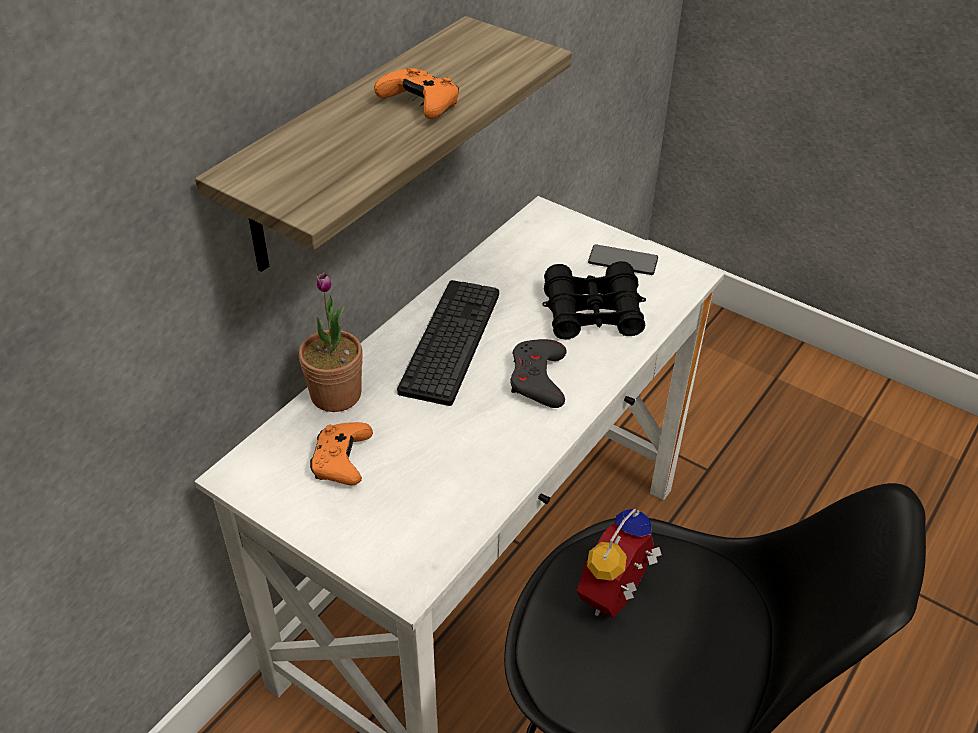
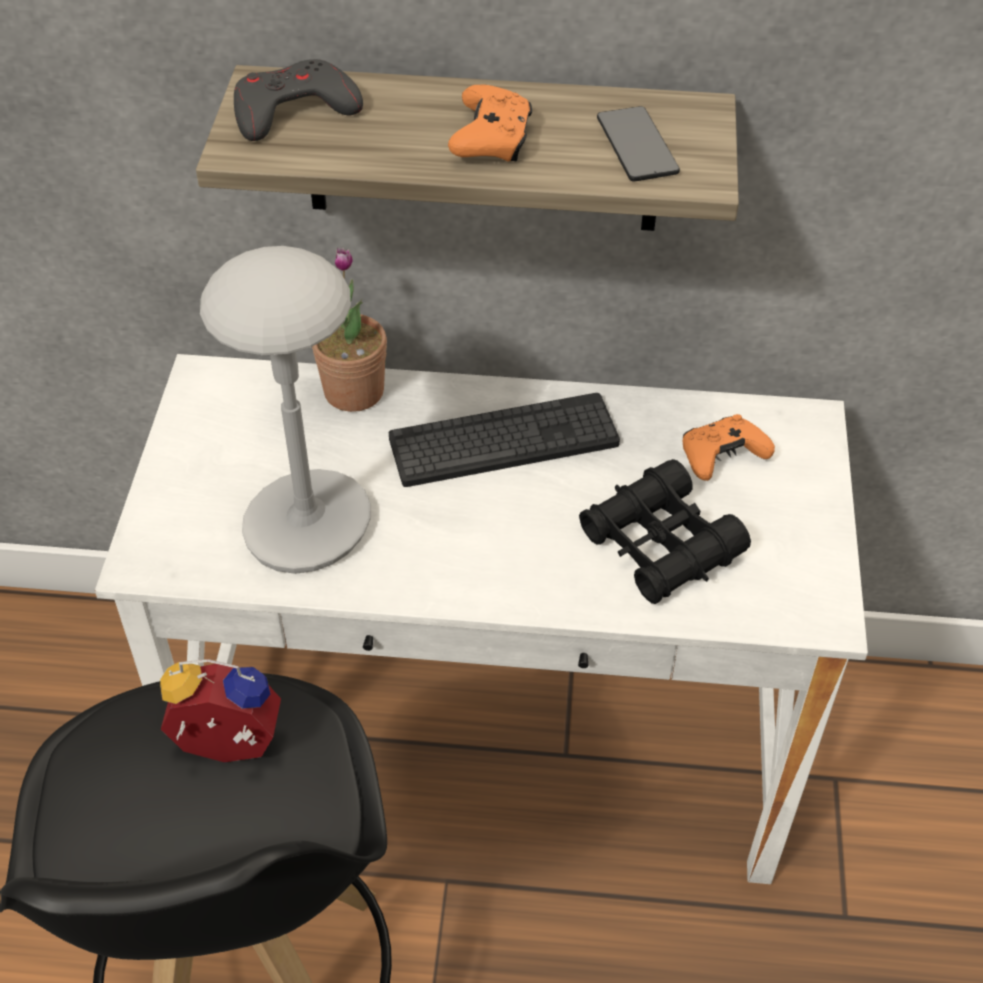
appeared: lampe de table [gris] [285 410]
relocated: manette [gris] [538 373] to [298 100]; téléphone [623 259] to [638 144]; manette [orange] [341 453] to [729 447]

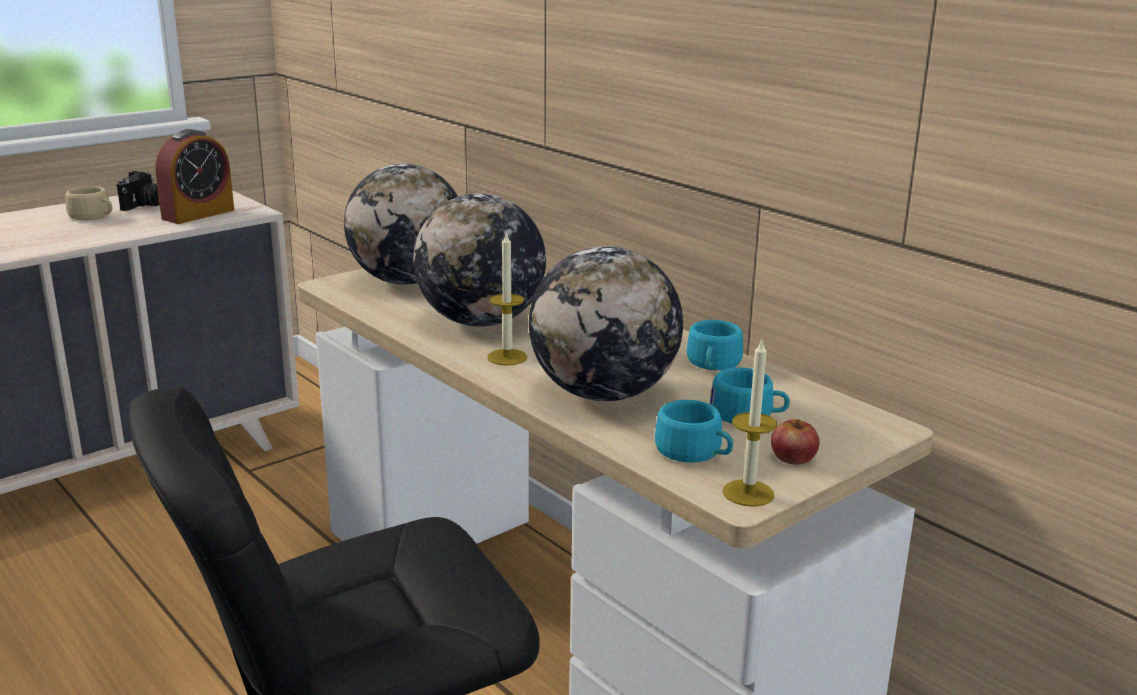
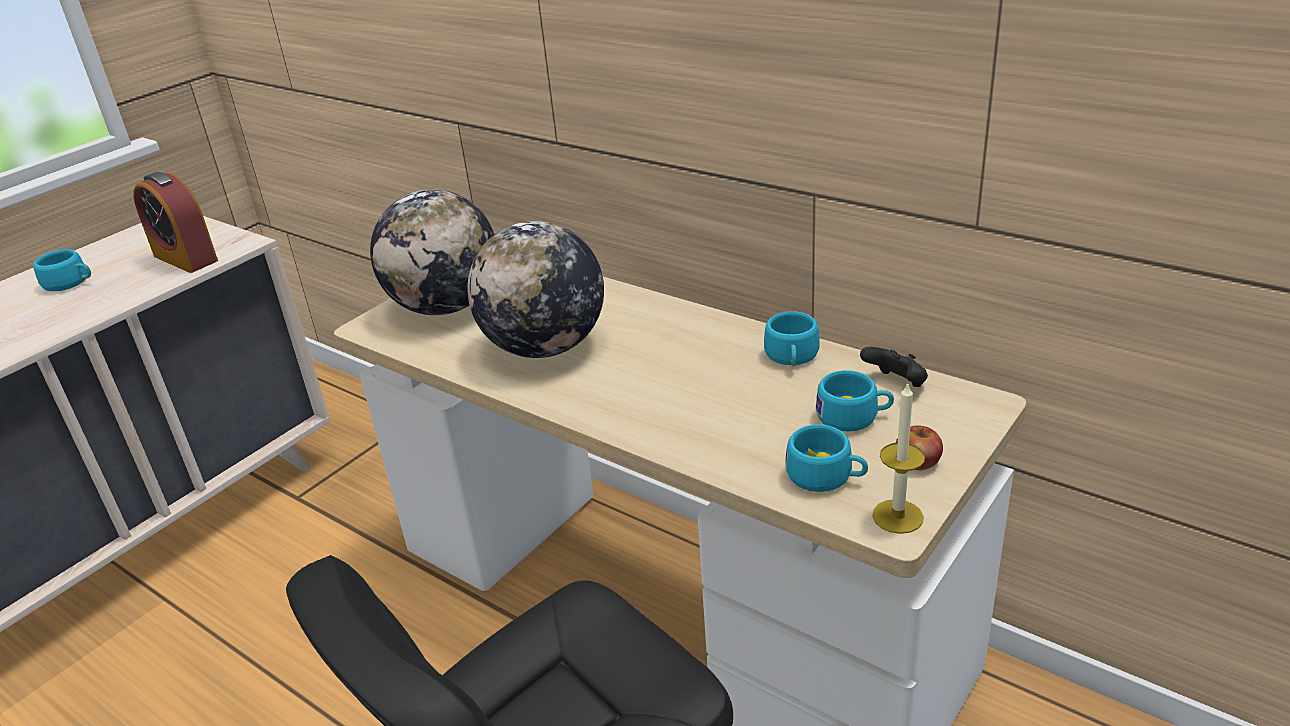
missing: appareil photo [138 191]; bougie [507 298]; globe [606 323]
appeared: manette [noir] [894 367]
colour: tasse [beige] [89 203] to tasse [turquoise] [62 270]
spun: réveil [194 176] = [175 222] 105 degrees clockwise

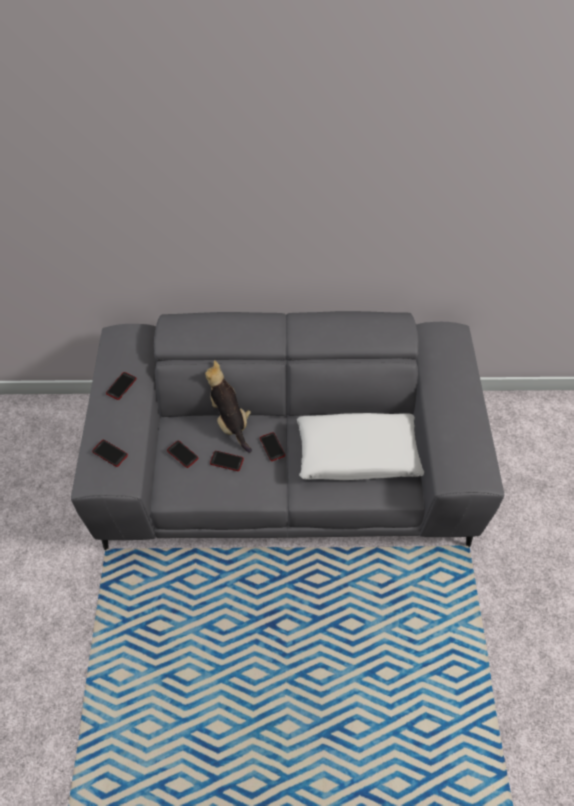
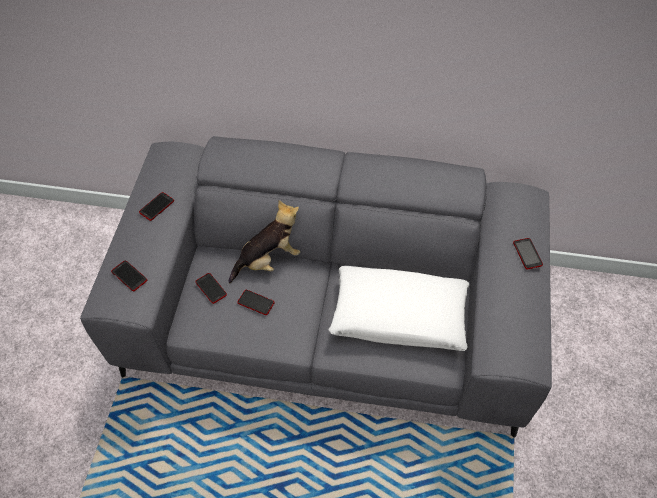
relocated: téléphone [272 446] to [528 253]
spun: peluche [228 406] = [264 241] 75 degrees clockwise

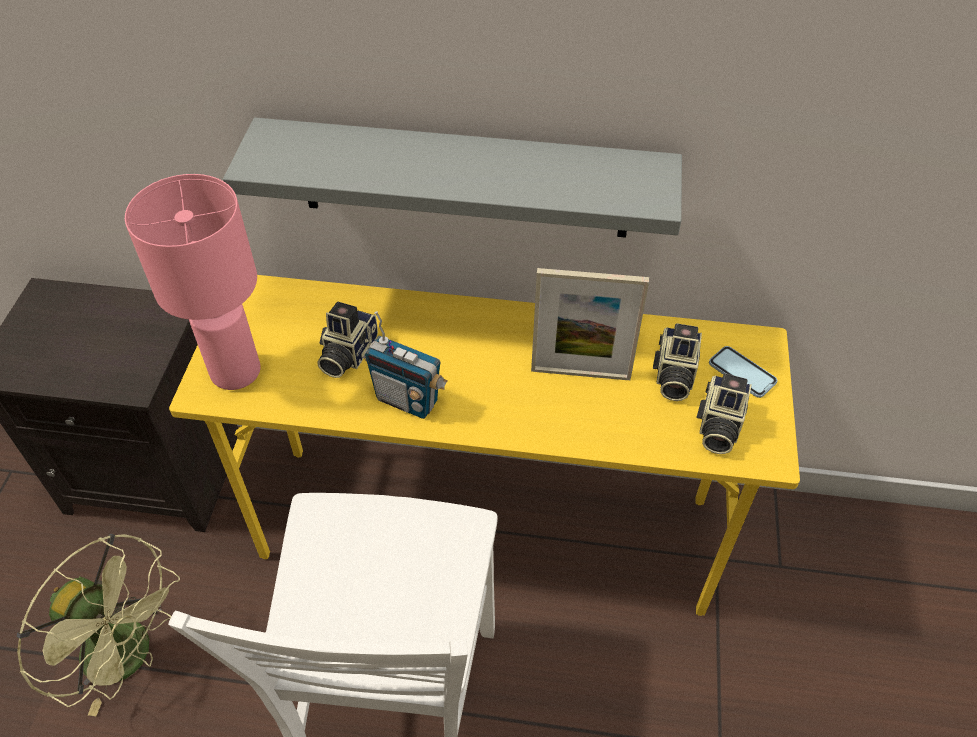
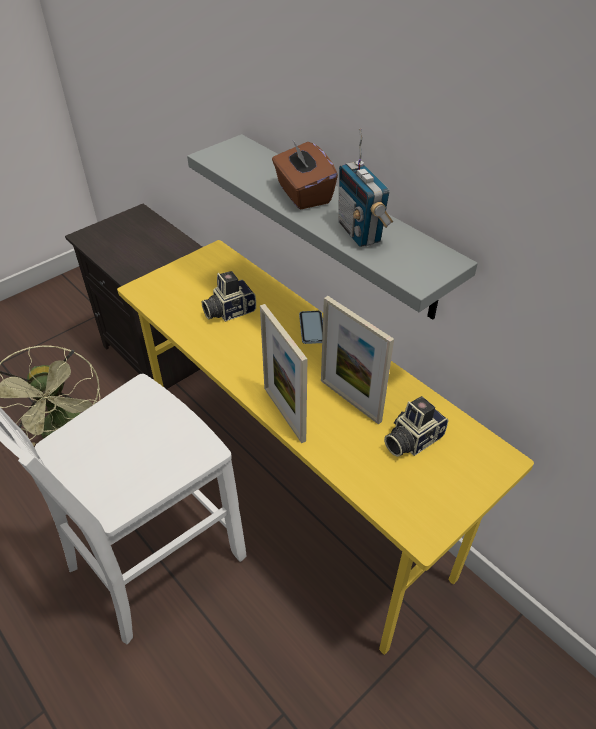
missing: lampe de table [rose] [193 282]; appareil photo [724 413]
appeared: cadre photo [283 373]; boîte à mouchoirs [marron] [305 175]
relocated: téléphone [743 372] to [311 327]; radio [406 365] to [365 187]

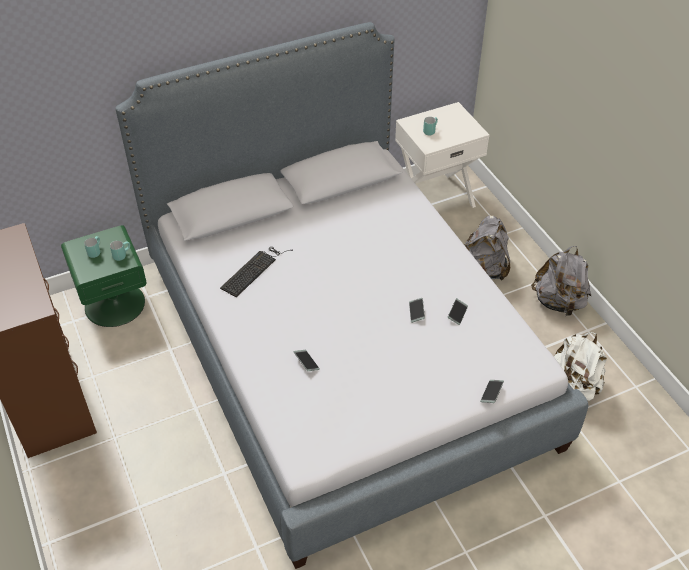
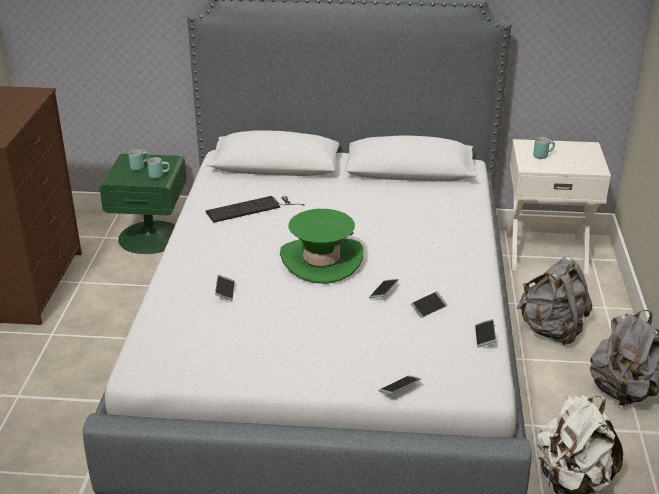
appeared: chapeau [vert] [321 246]; téléphone [485 333]

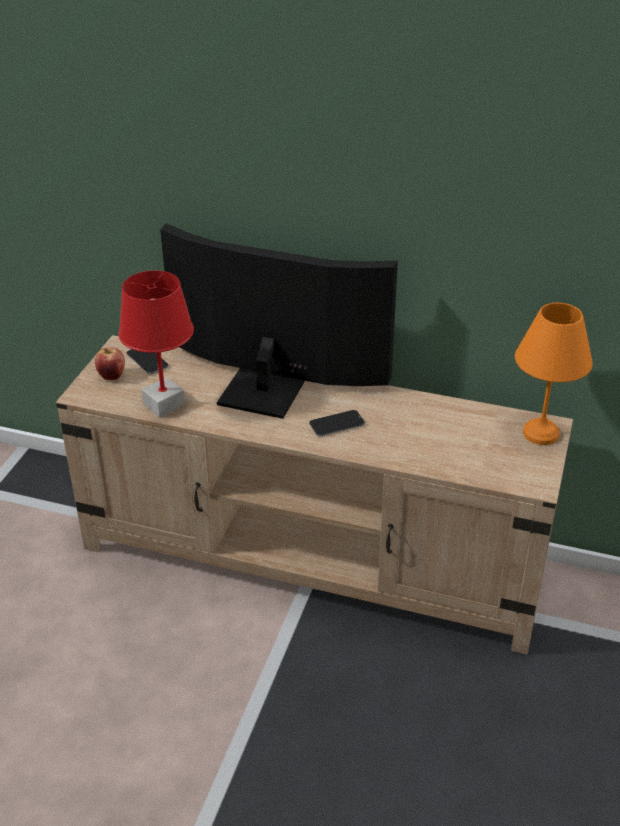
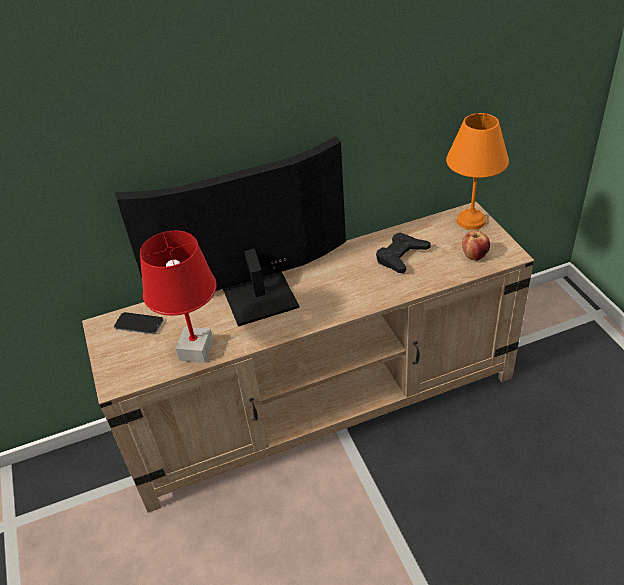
missing: téléphone [337 423]
appeared: manette [noir] [403 253]
relocated: pomme [110 363] to [476 246]

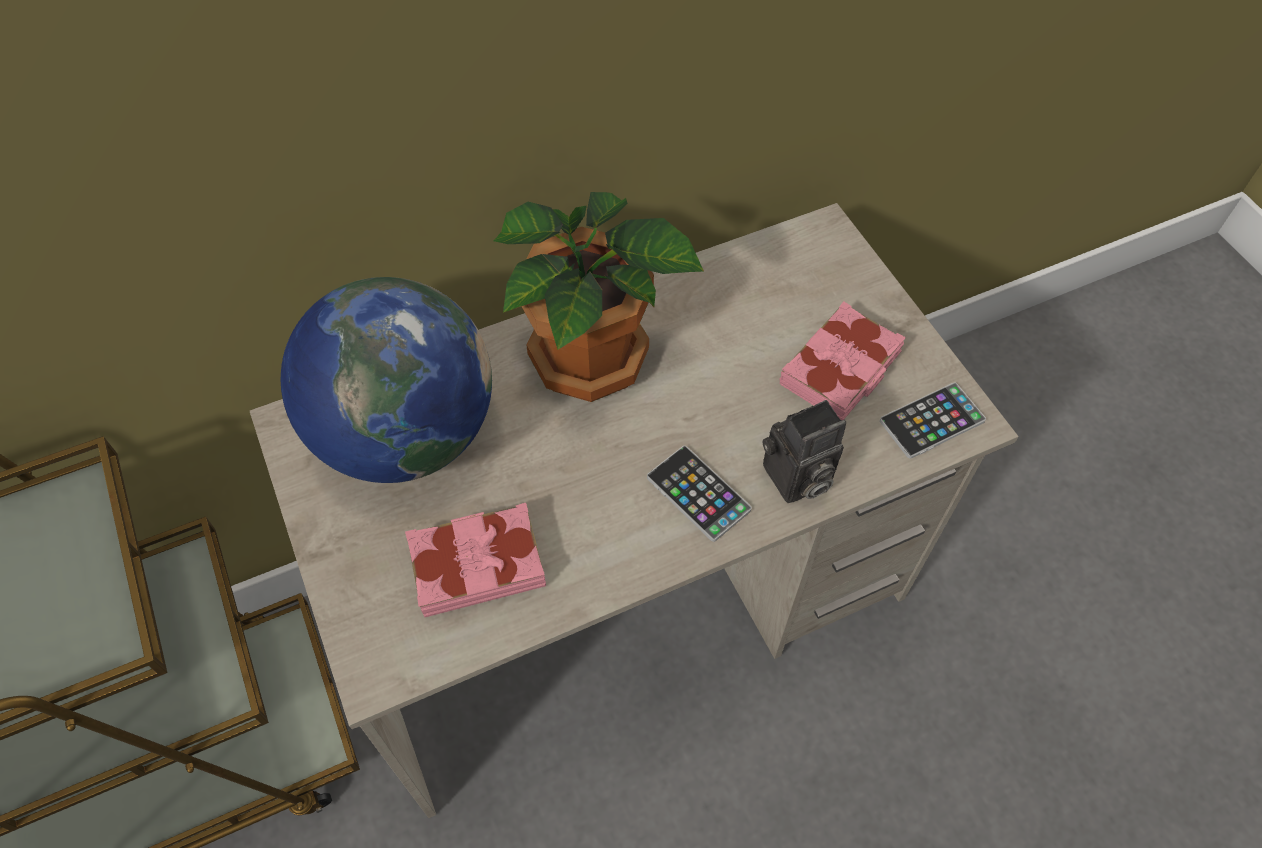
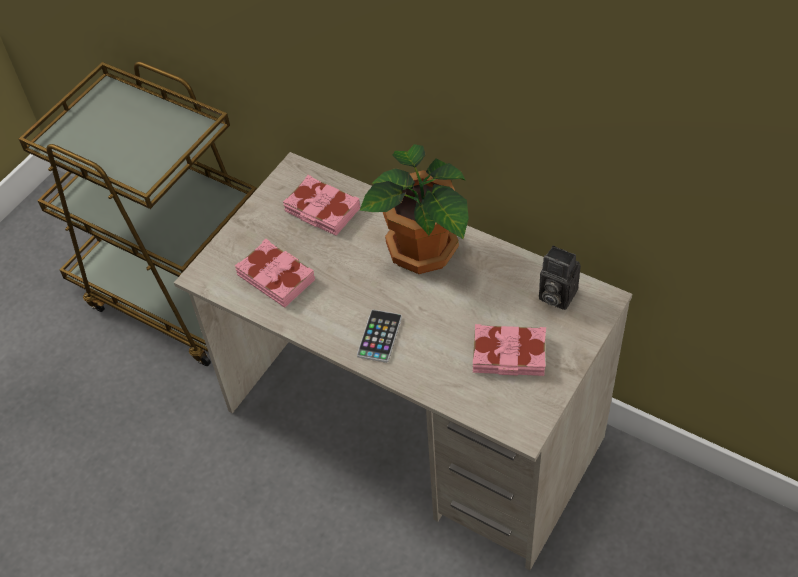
missing: téléphone [933 421]
relocated: appareil photo [804 451] to [560 278]
exchanged: globe [386 380] to livre [rose] [321 205]

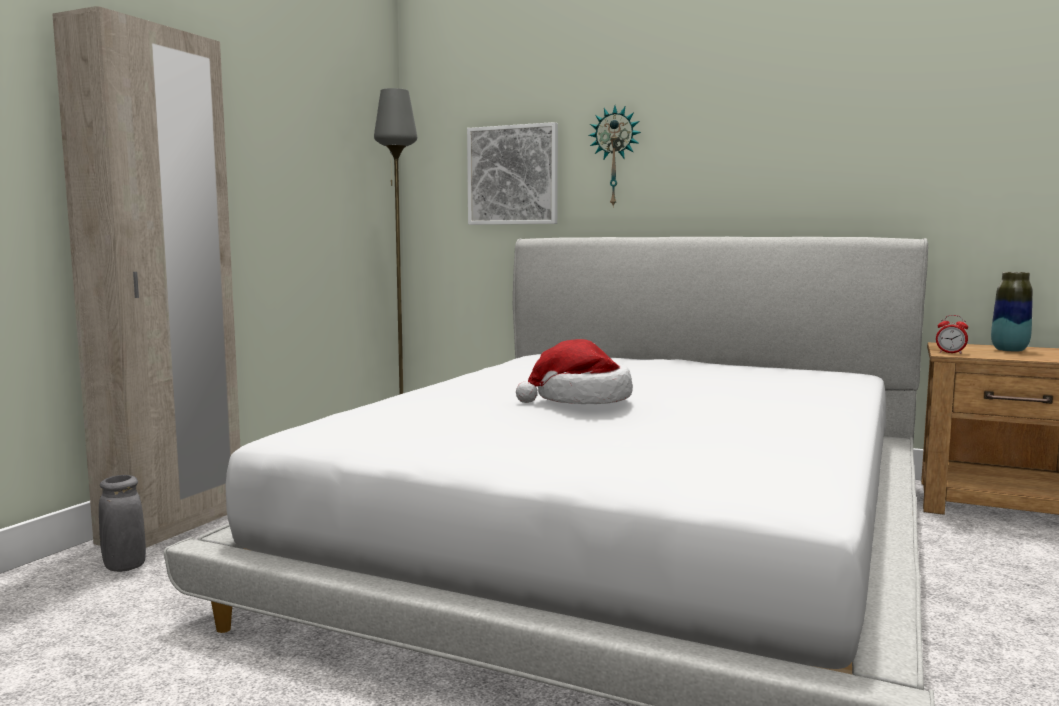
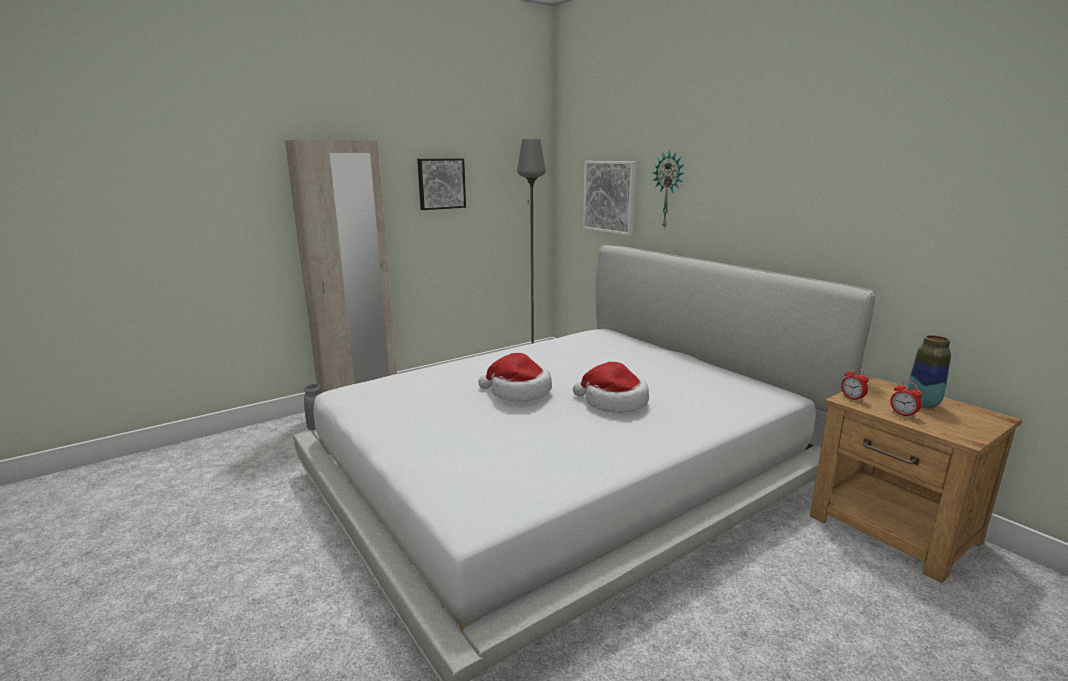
appeared: tableau [441 184]; chapeau [611 387]; réveil [906 399]

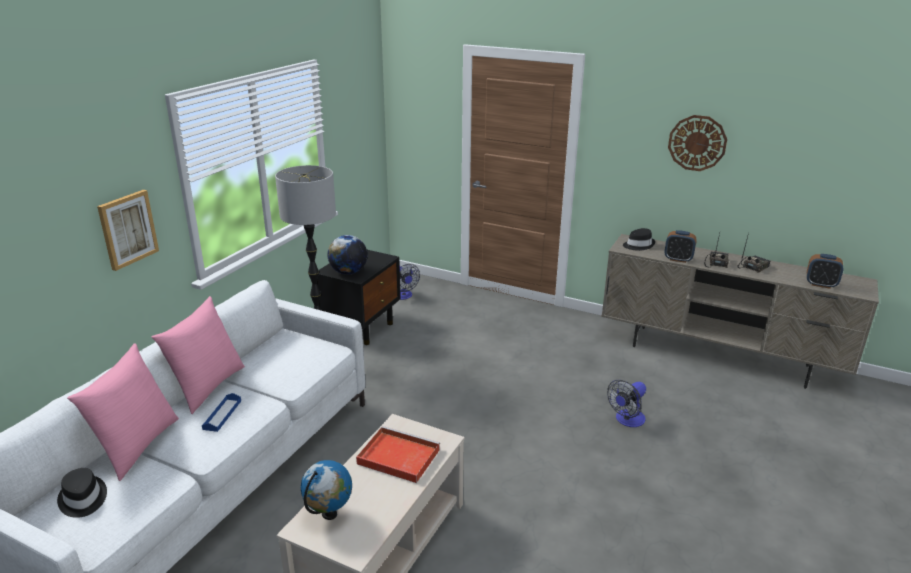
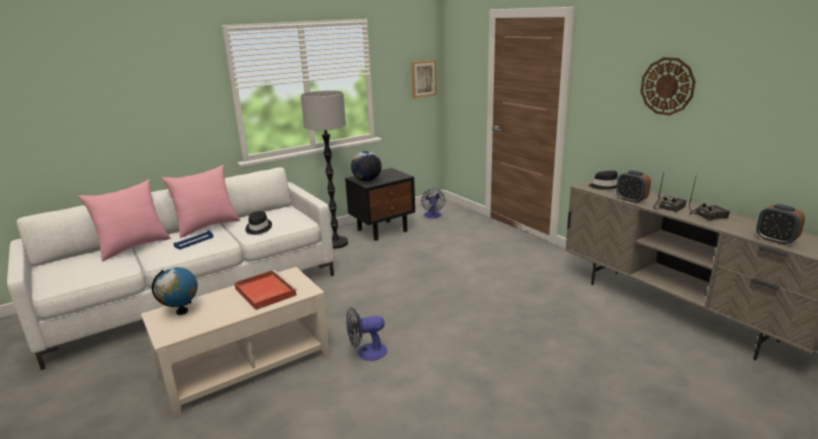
relocated: chapeau [noir] [82 493] to [258 223]; ventilateur [626 403] to [366 334]; tableau [128 230] to [424 79]

